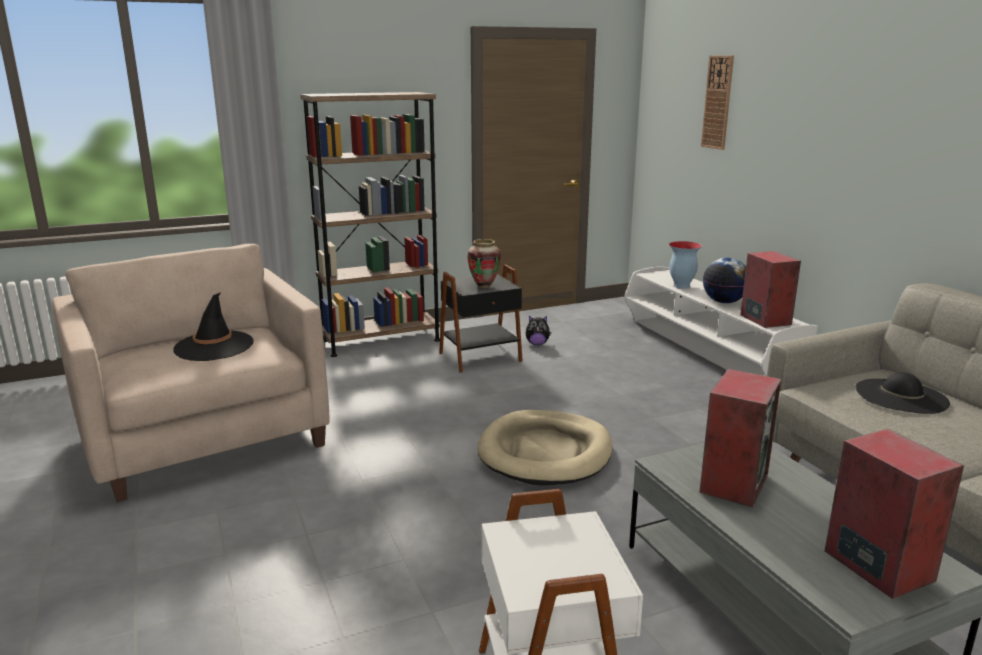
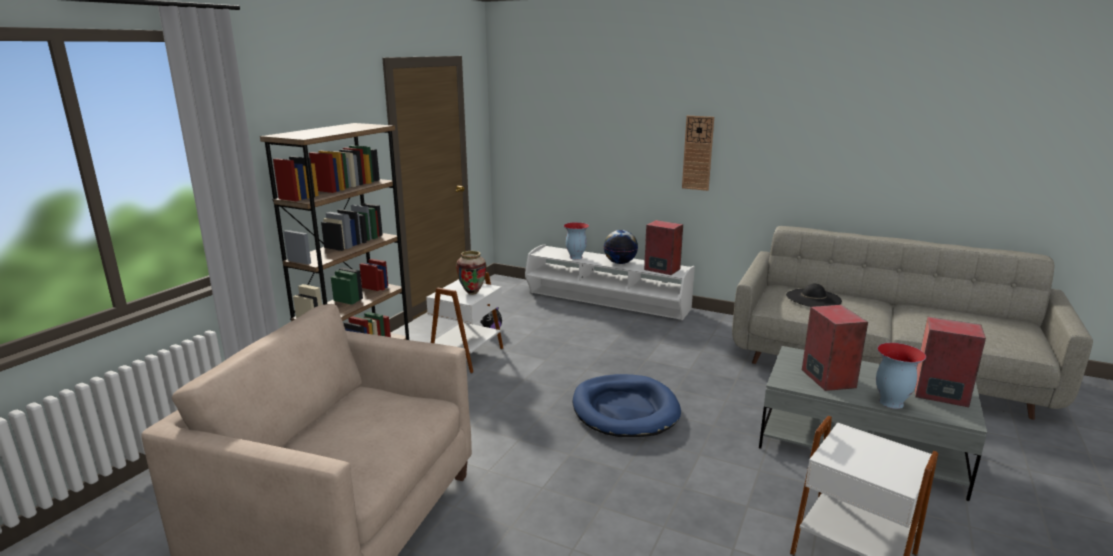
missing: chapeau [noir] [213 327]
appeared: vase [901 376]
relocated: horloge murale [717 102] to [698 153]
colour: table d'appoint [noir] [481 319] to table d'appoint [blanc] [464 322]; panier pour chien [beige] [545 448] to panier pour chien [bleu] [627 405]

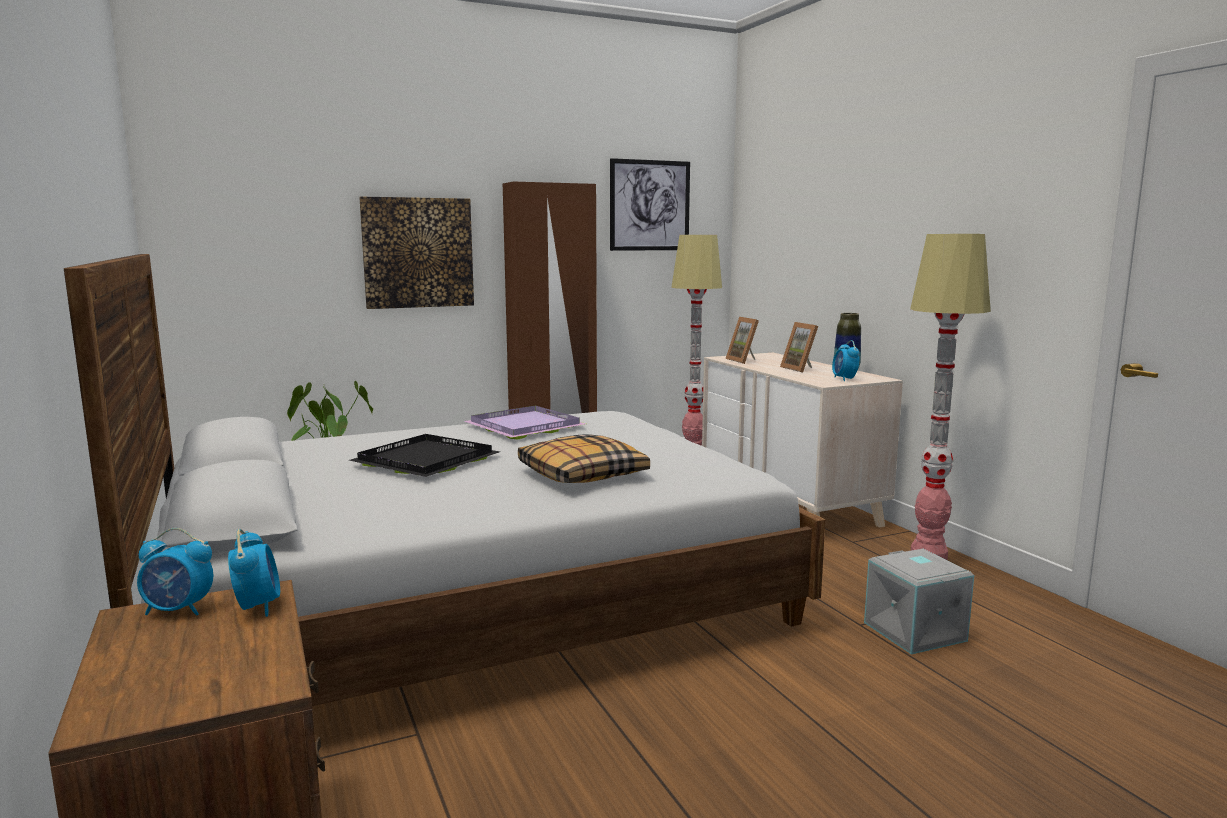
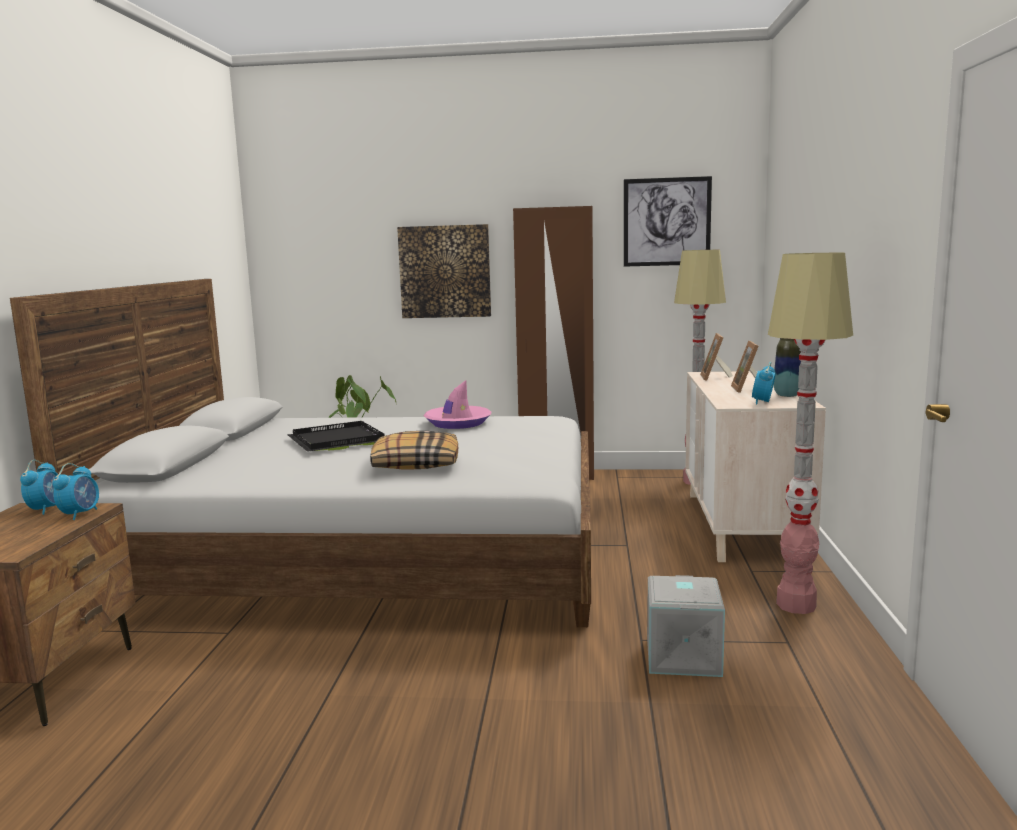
exchanged: plateau [violet] [525 422] to chapeau [rose] [457 404]
spun: réveil [175 572] = [39 487] 120 degrees counterclockwise

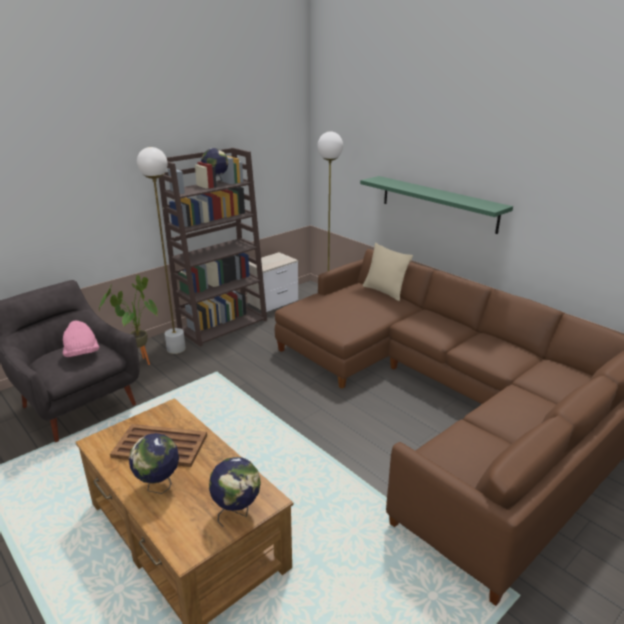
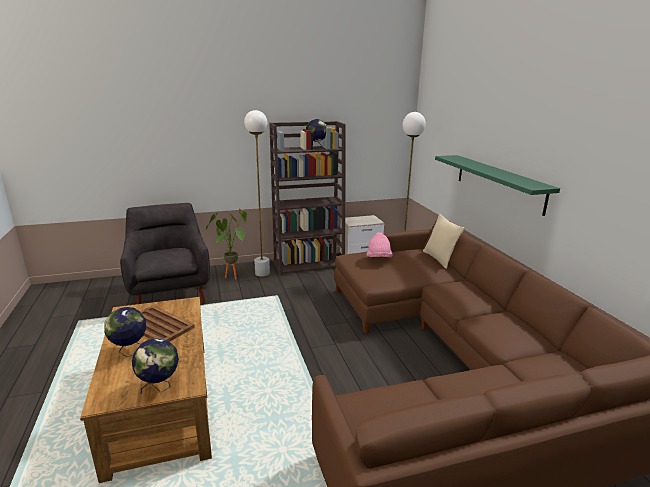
relocated: chapeau [rose] [81 338] to [379 244]

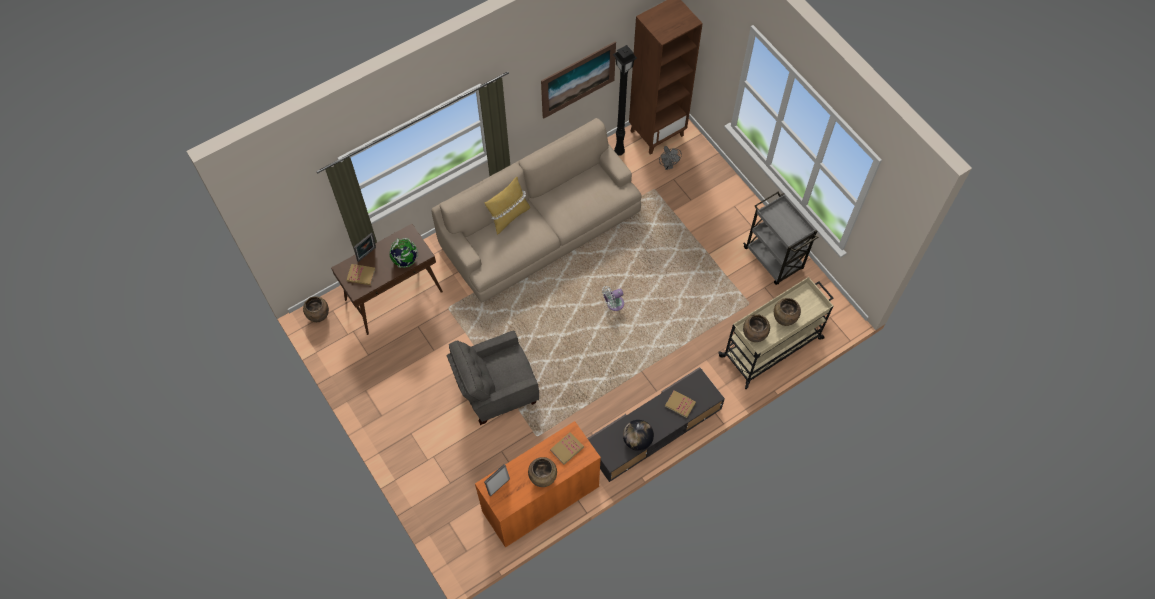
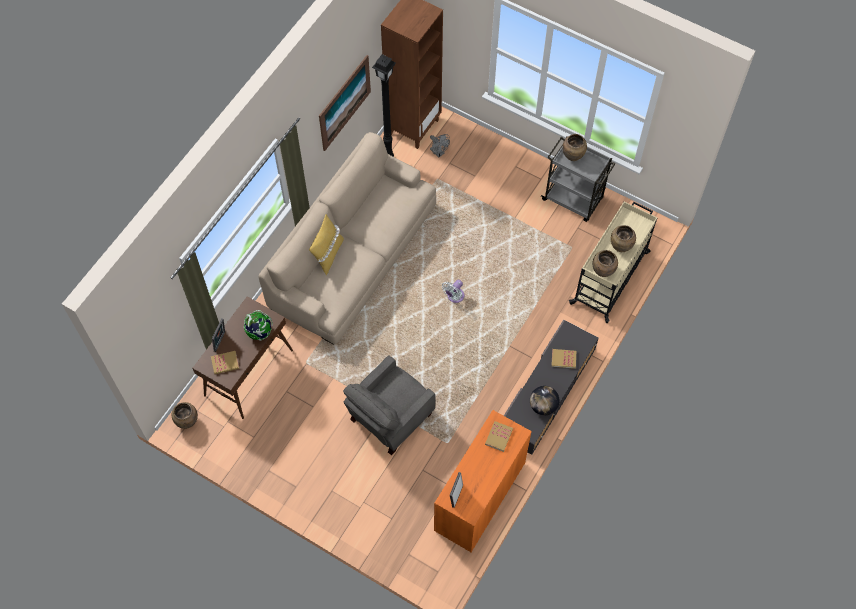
relocated: vase [marron] [542 472] to [574 147]

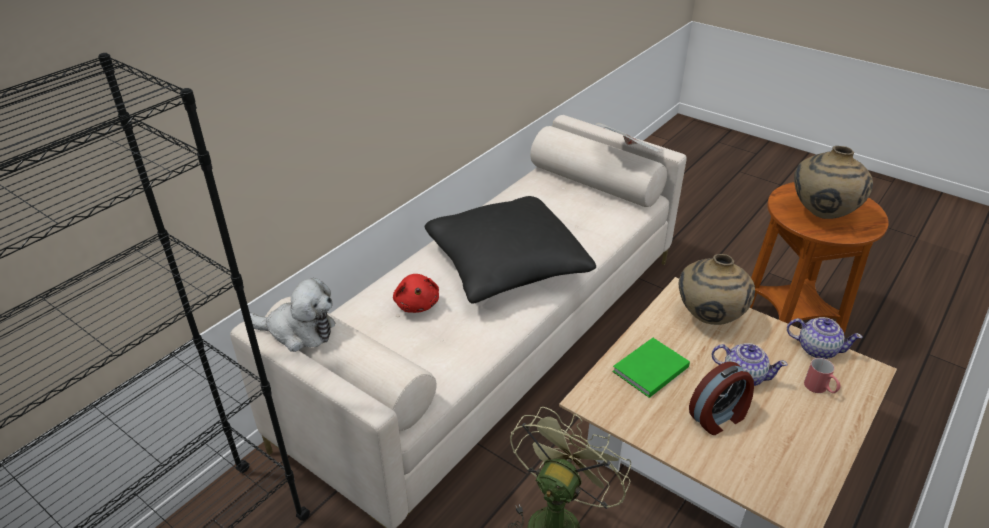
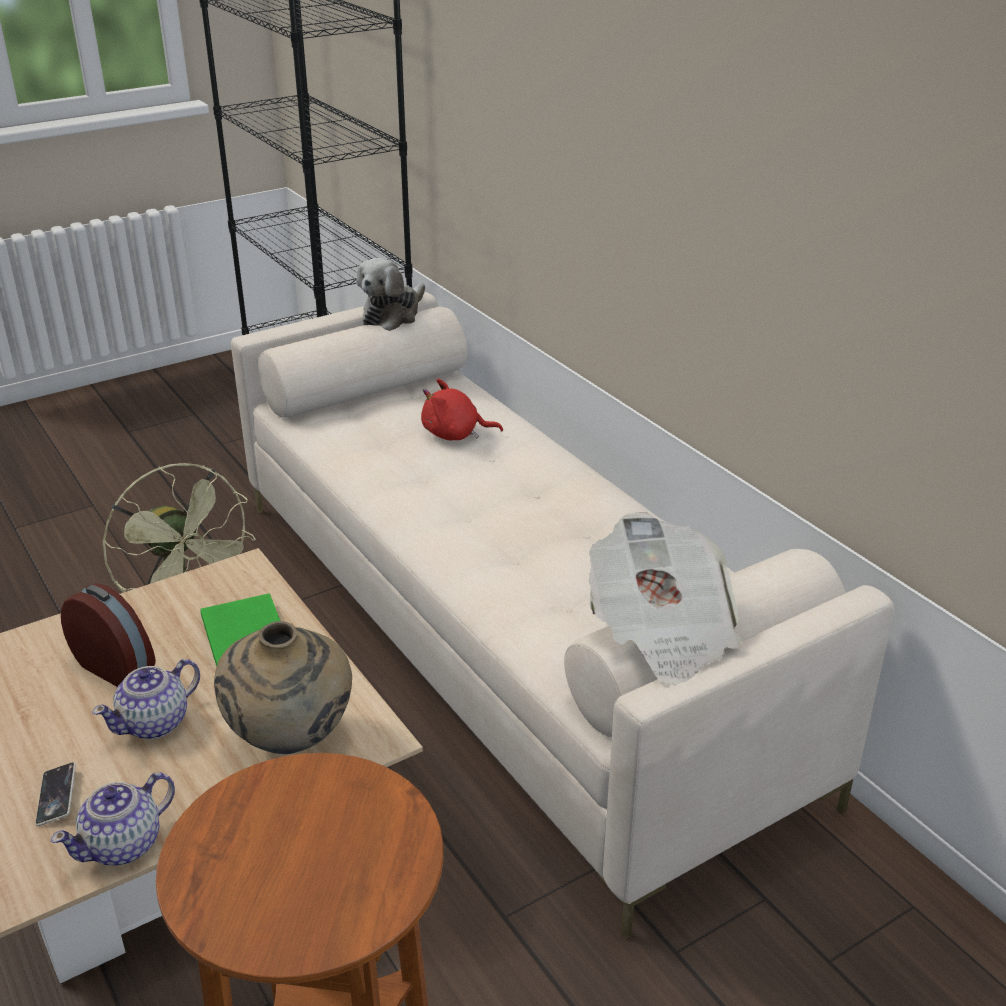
missing: coussin [noir] [510 250]; vase [beige] [833 182]
exchanged: mug [rouge] [822 375] to téléphone [55 794]
spun: réveil [721 398] = [108 635] 135 degrees clockwise

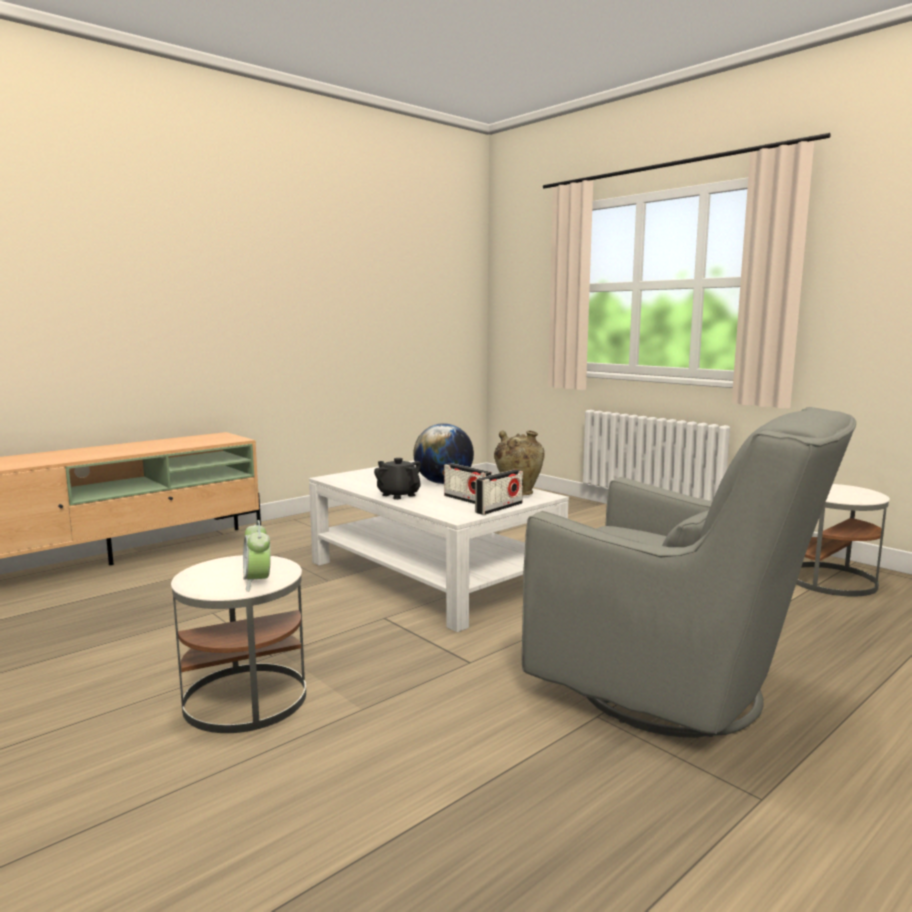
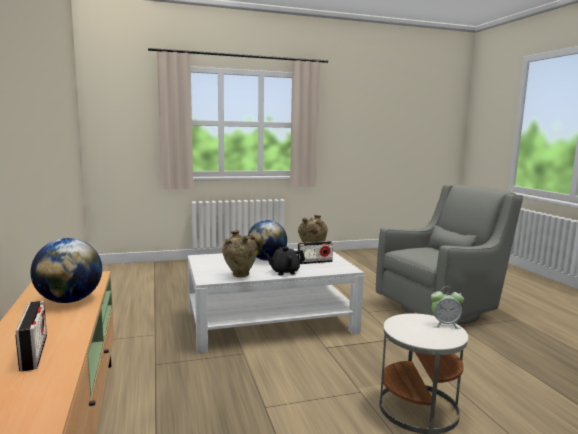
missing: table d'appoint [blanc] [843 540]
appeared: globe [66 270]; vase [beige] [240 254]
relocated: radio [499 492] to [31 336]

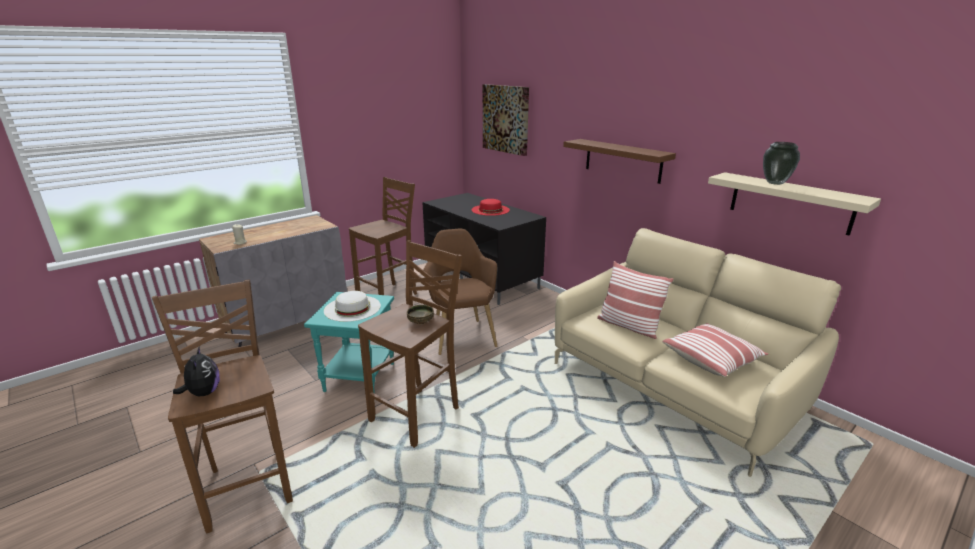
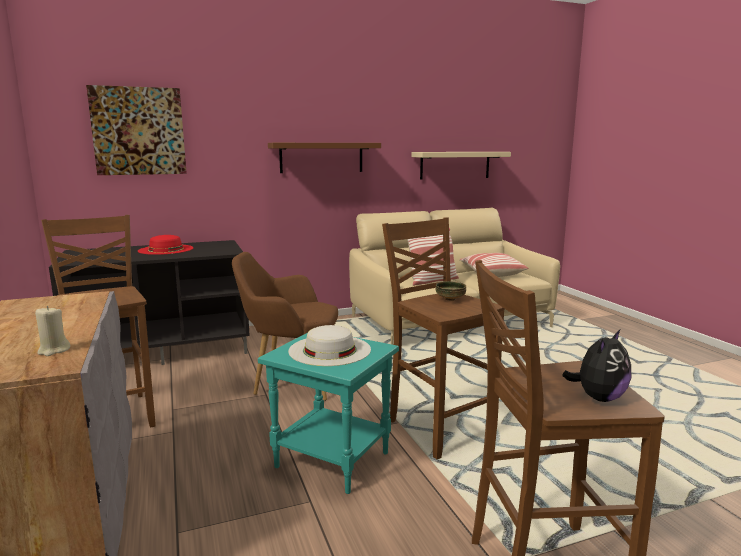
missing: vase [781 163]
spun: peluche [196 371] = [596 366] 135 degrees clockwise

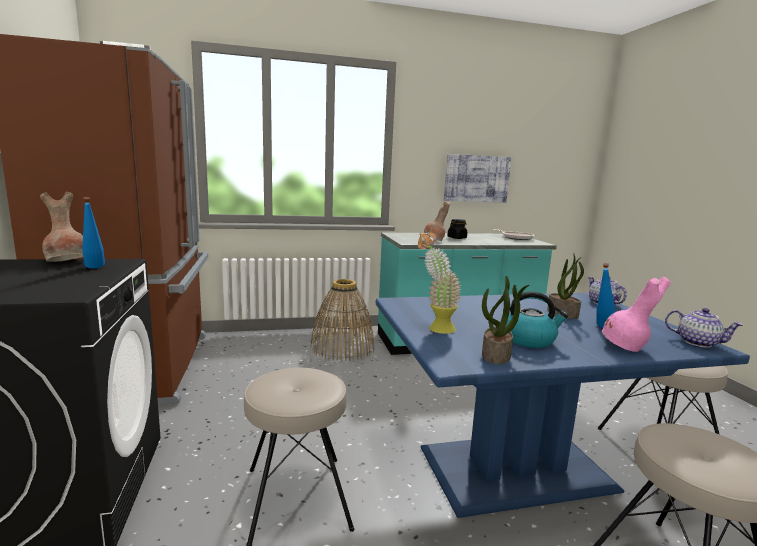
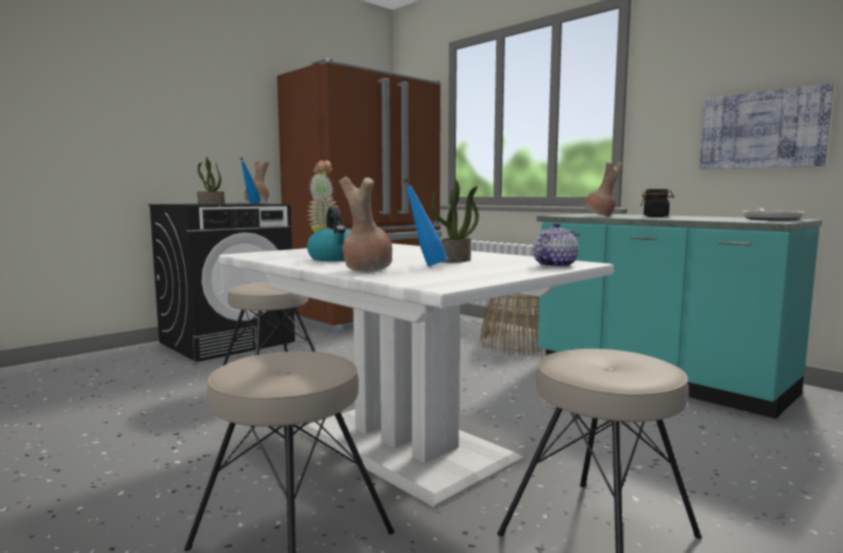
missing: théière [704 328]
relocated: plante en pot [505 320] to [211 180]
colour: table à manger [bleu] [563 405] to table à manger [blanc] [416 375]; vase [rose] [636 314] to vase [marron] [365 224]

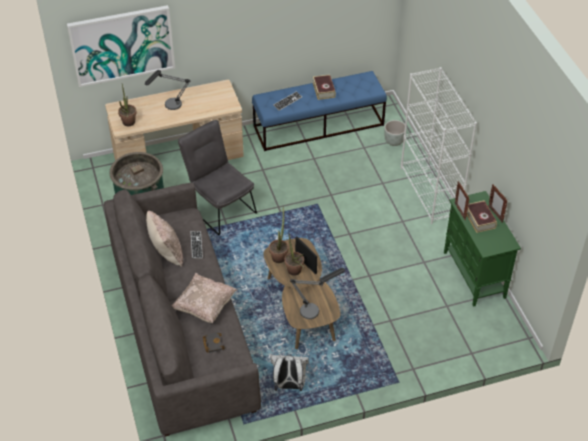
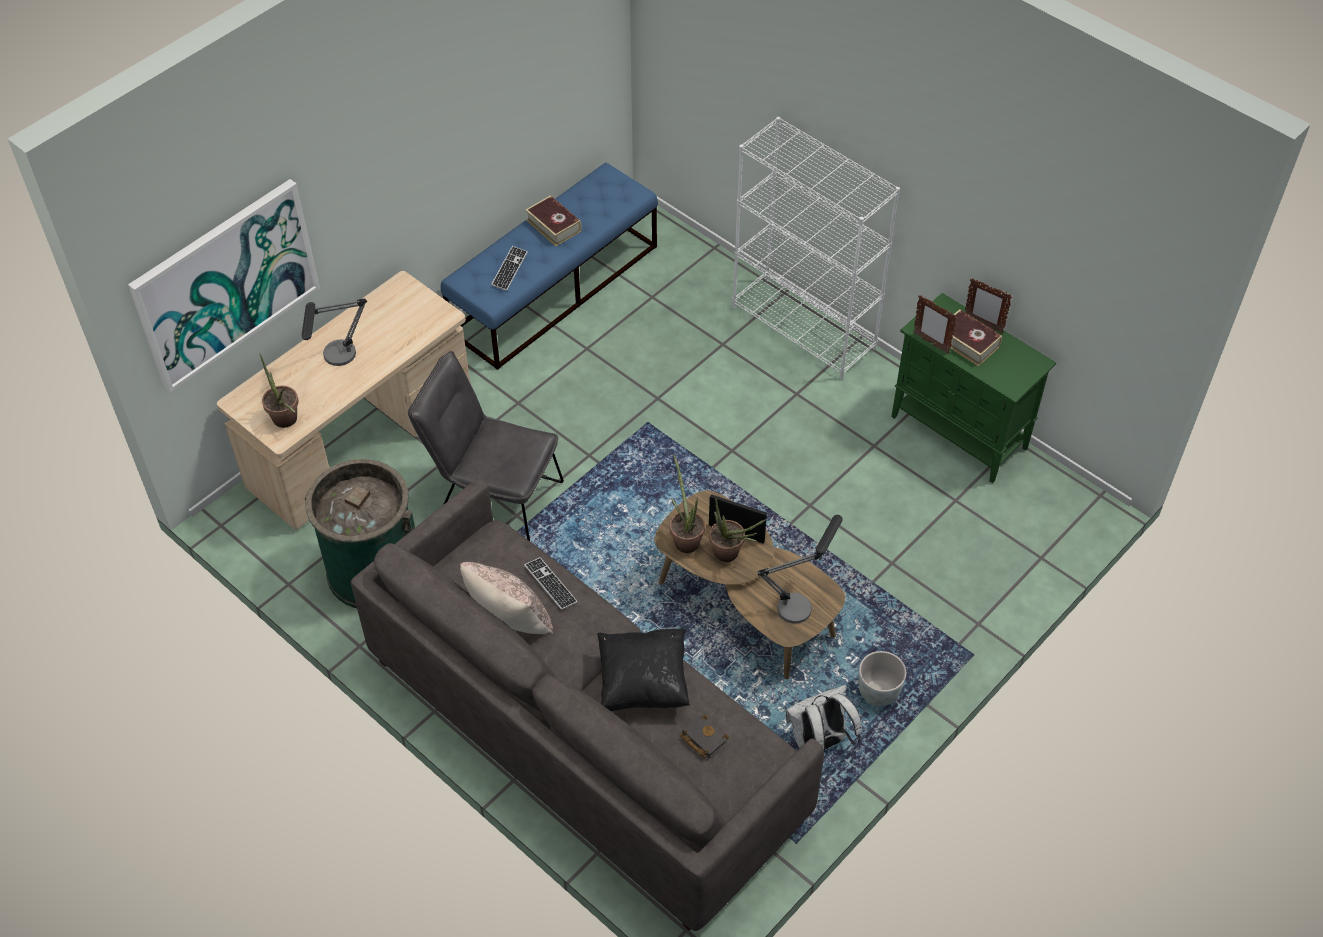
relocated: cache-pot [gris] [395 133] to [882 678]
colour: coussin [beige] [204 298] to coussin [noir] [643 670]

